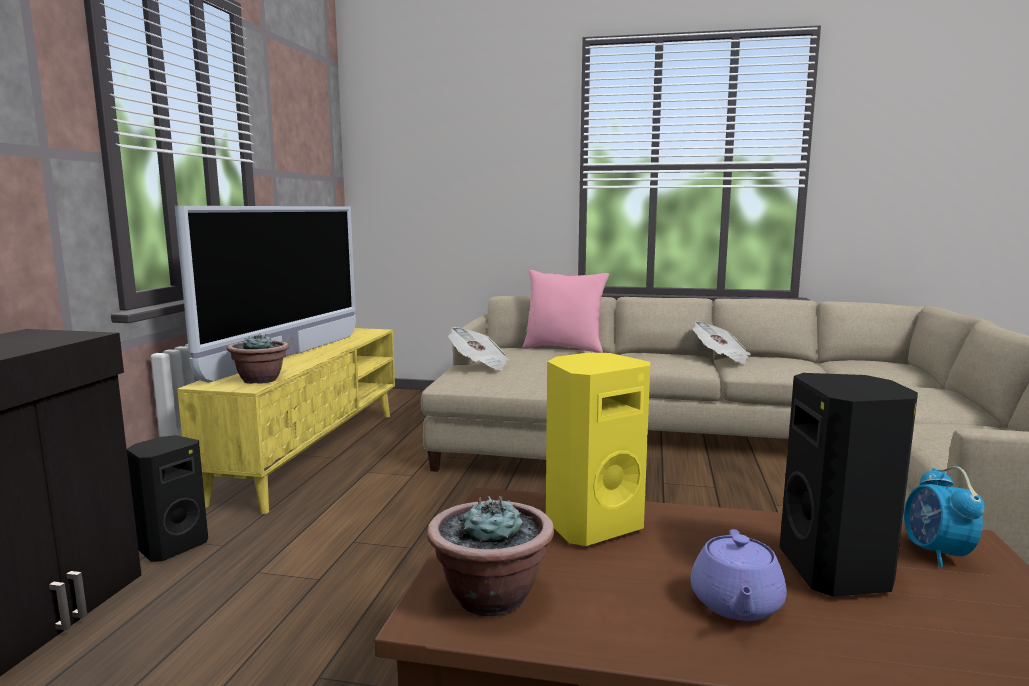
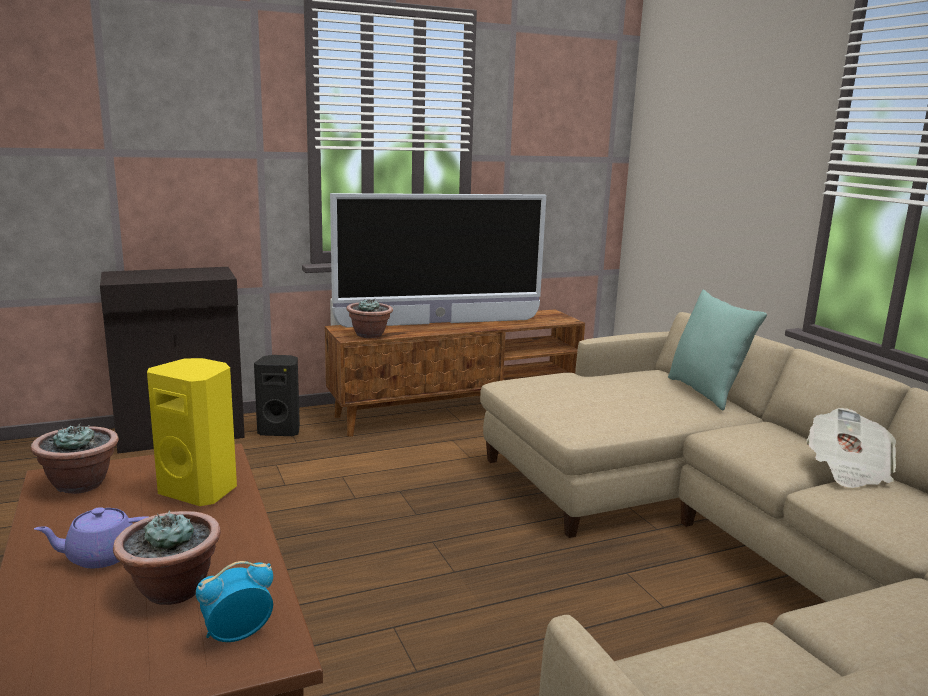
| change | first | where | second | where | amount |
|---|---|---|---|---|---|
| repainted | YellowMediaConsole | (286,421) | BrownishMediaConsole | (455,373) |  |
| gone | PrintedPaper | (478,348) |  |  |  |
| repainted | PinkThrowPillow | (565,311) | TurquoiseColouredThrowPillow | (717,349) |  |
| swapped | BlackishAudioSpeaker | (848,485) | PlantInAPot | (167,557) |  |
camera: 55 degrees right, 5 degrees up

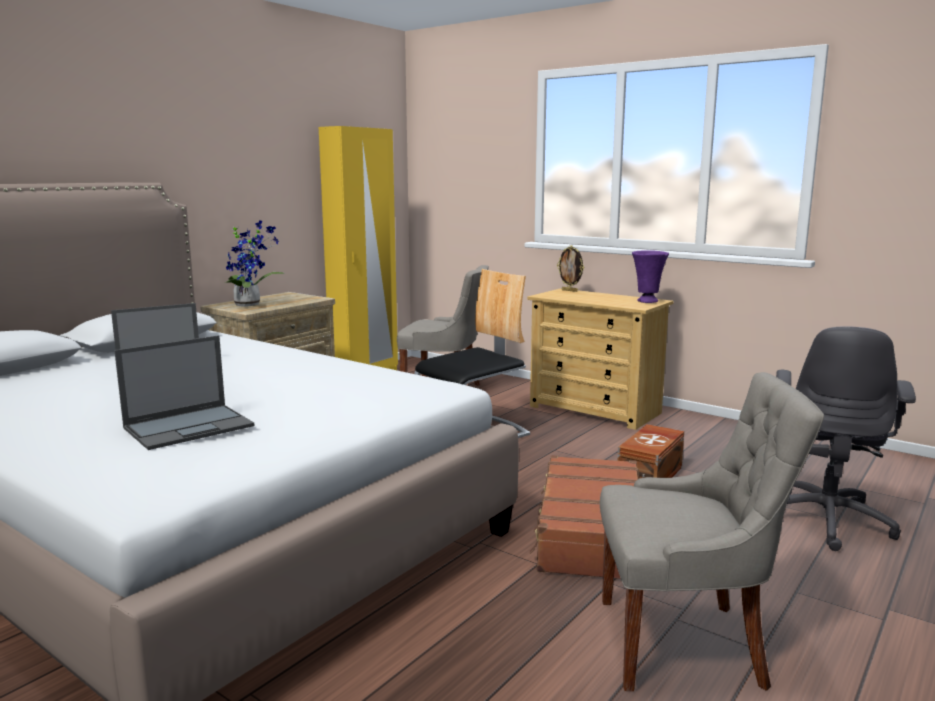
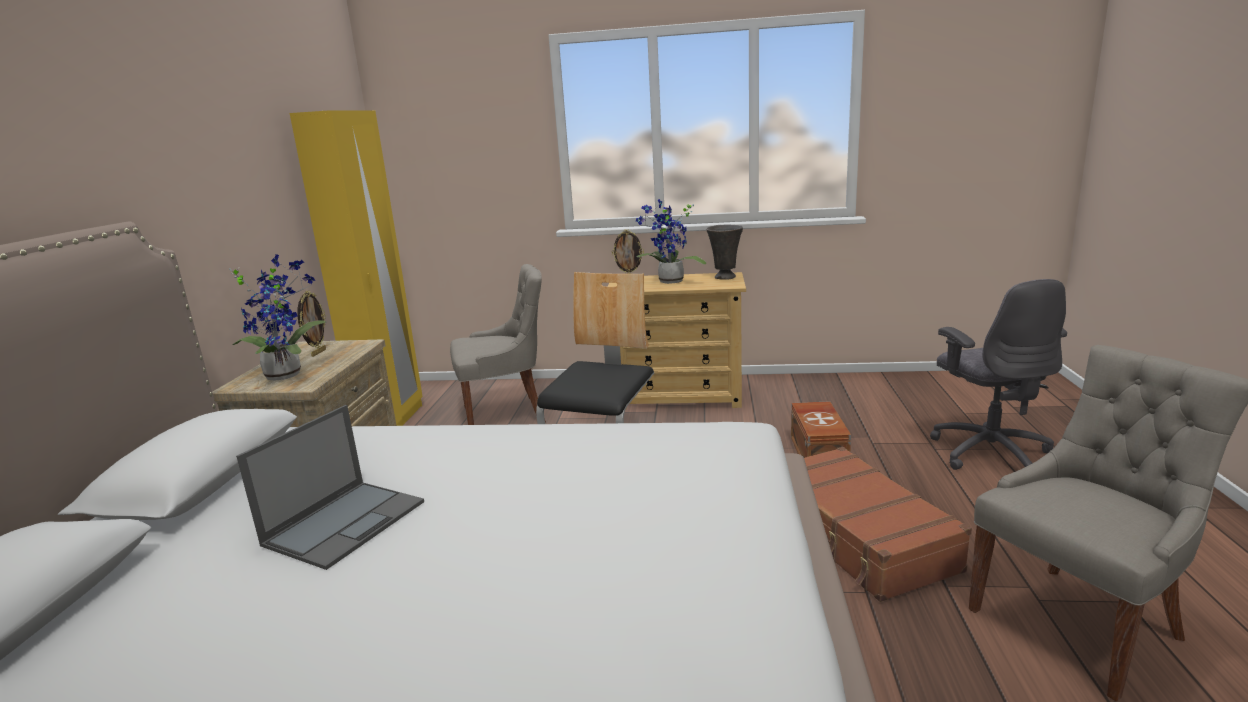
| change | first | where | second | where | amount |
|---|---|---|---|---|---|
| gone | PortableComputer | (184,392) |  |  |  |
| repainted | PurpleFlowerVase | (650,276) | GreyishFlowerVase | (724,252) |  |
| new |  |  | StandingFrame | (312,323) |  |
| new |  |  | PlantInAPot | (671,241) |  |
camera: 30 degrees left, 5 degrees up

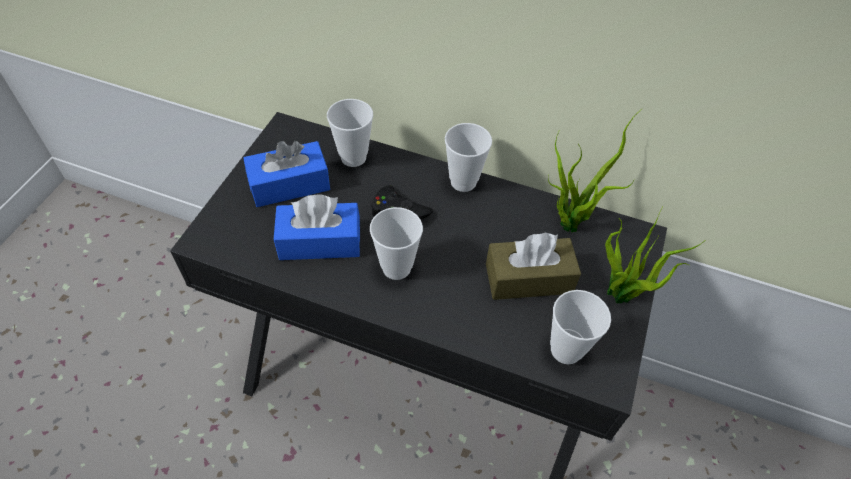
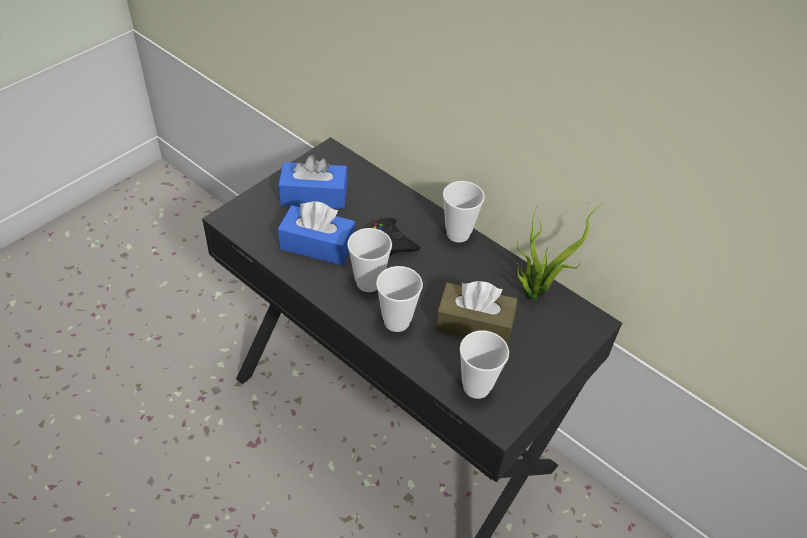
| change | first | where | second | where | amount |
|---|---|---|---|---|---|
| shifted | Cup | (350,133) |  | (399,299) |  |
| gone | PlantInAPot | (655,254) |  |  |  |
camera: 20 degrees right, 5 degrees down

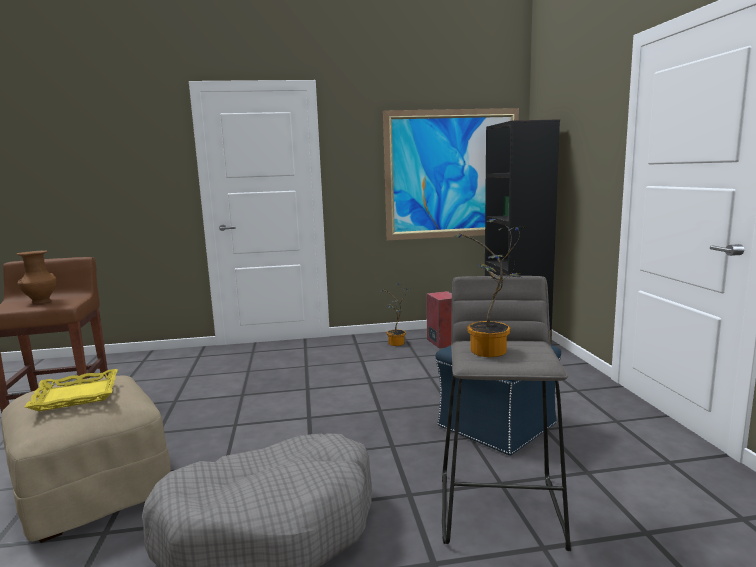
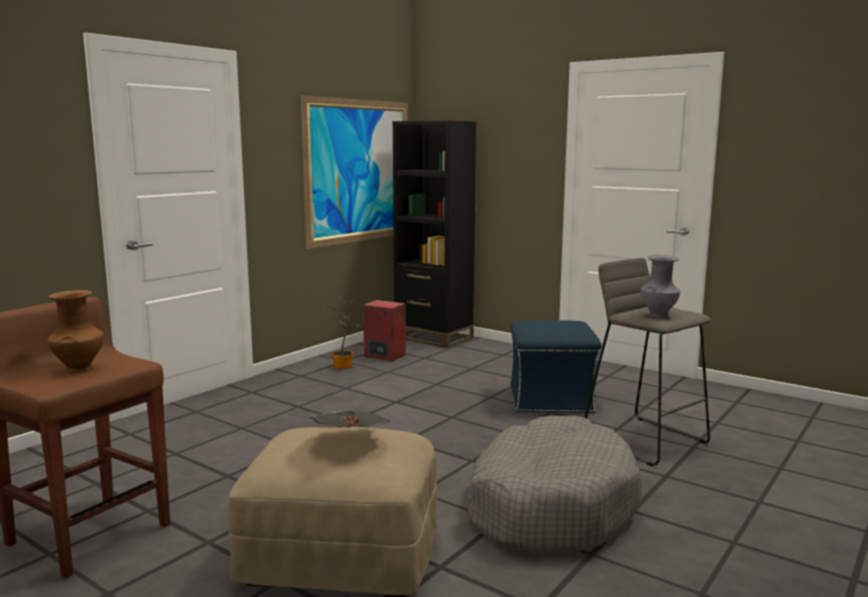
| change | first | where | second | where | amount |
|---|---|---|---|---|---|
| swapped | YellowTray | (71,390) | PrintedPaper | (347,419) |  |
| swapped | PlantInAPot | (489,288) | GreyishFlowerVase | (660,286) |  |
camera: 45 degrees left, 0 degrees up

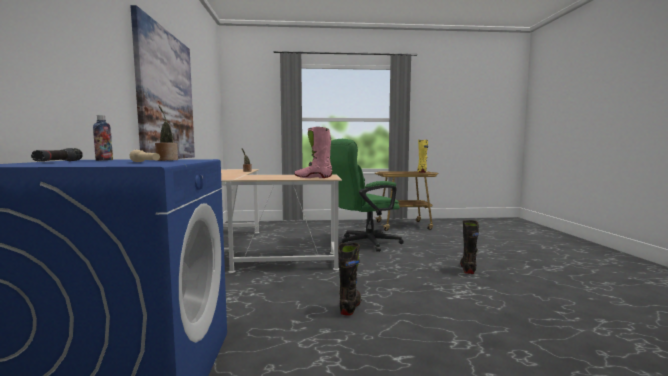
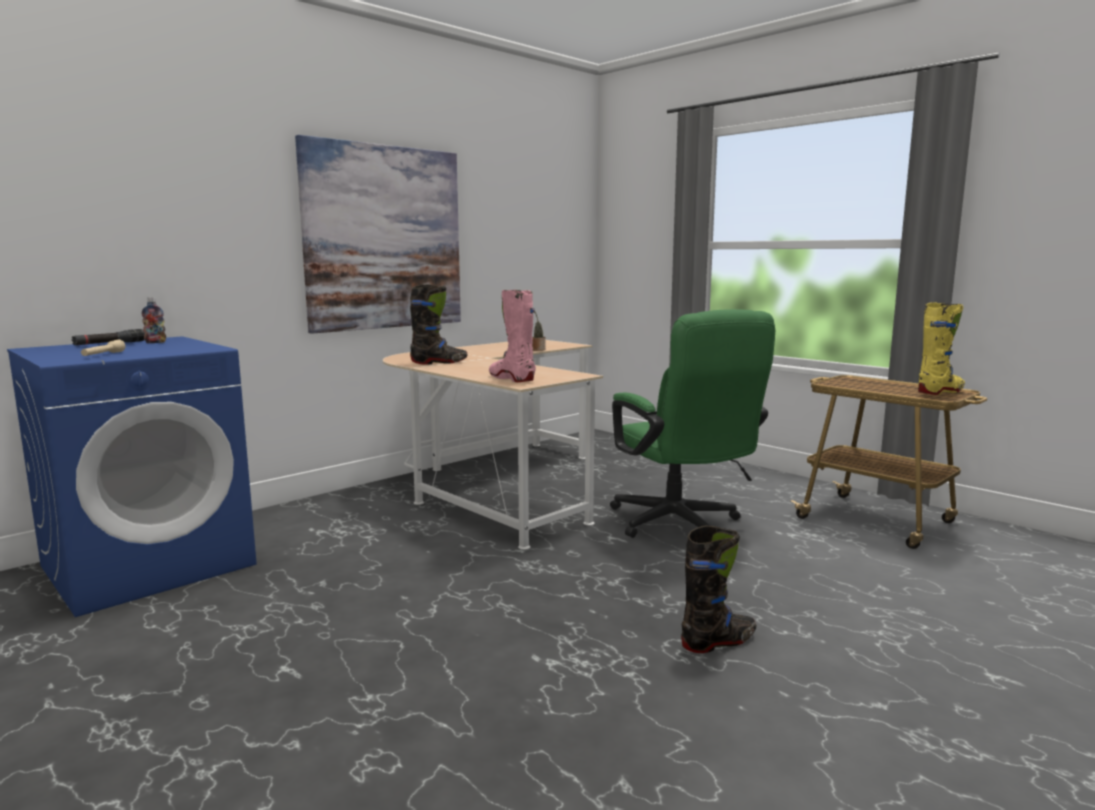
| change | first | where | second | where | amount |
|---|---|---|---|---|---|
| gone | PlantInAPot | (166,133) |  |  |  |
| rotated | GreenColouredDeskChair | (367,195) |  | (692,423) | 135 degrees counterclockwise |
| shifted | BlackishBoot | (350,279) |  | (439,324) |  |
camera: 50 degrees right, 5 degrees up

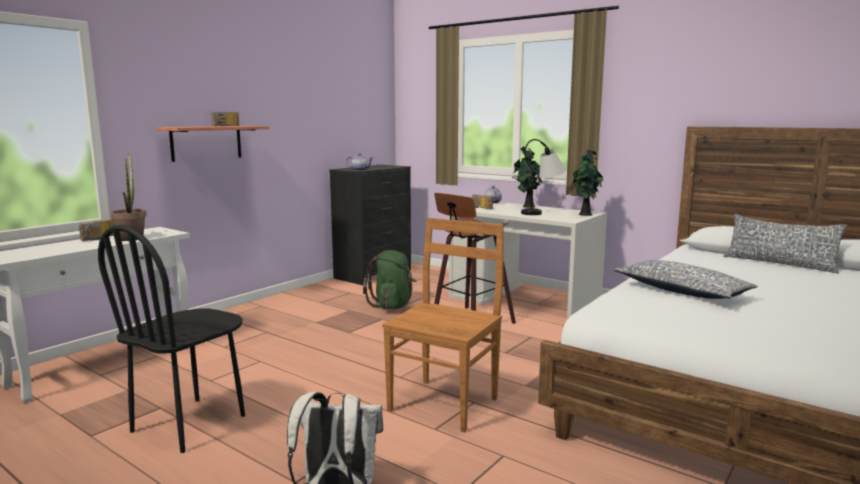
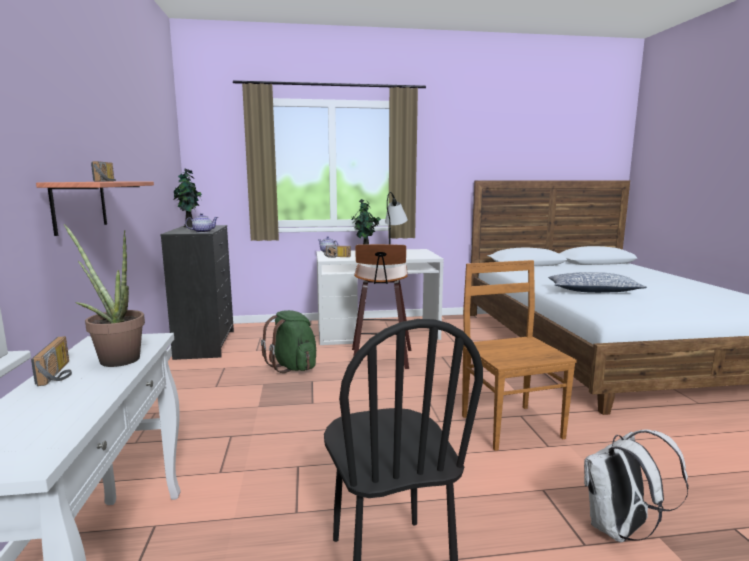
| change | first | where | second | where | amount |
|---|---|---|---|---|---|
| shifted | PlantInAPot | (588,183) |  | (188,198) |  |
| gone | ThrowPillow | (785,243) |  |  |  |
camera: 45 degrees left, 0 degrees up

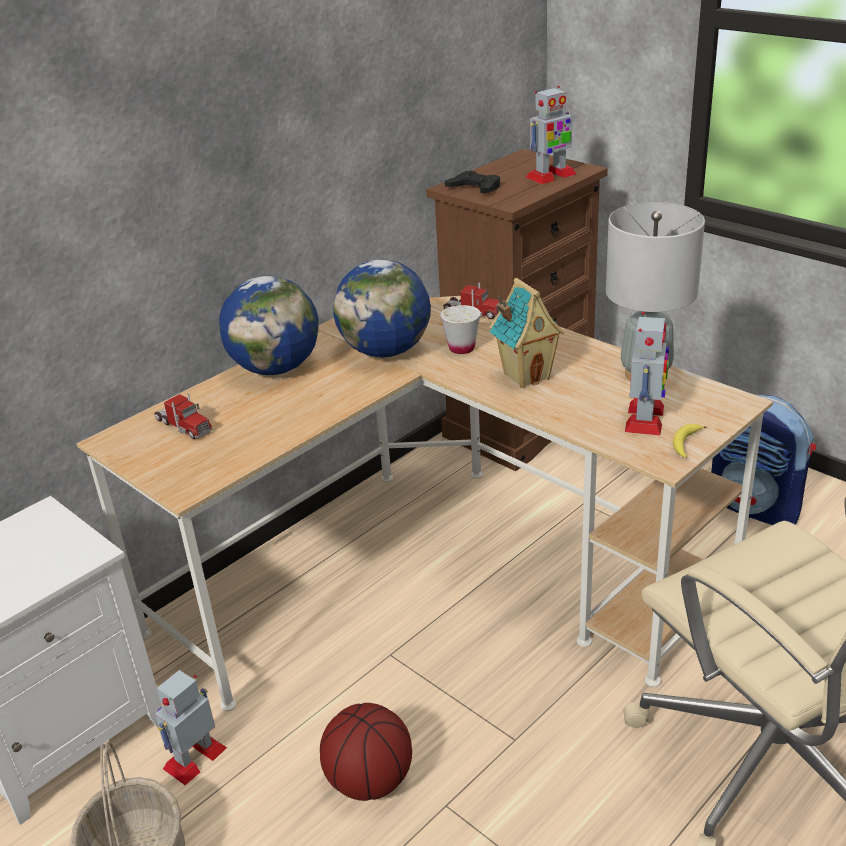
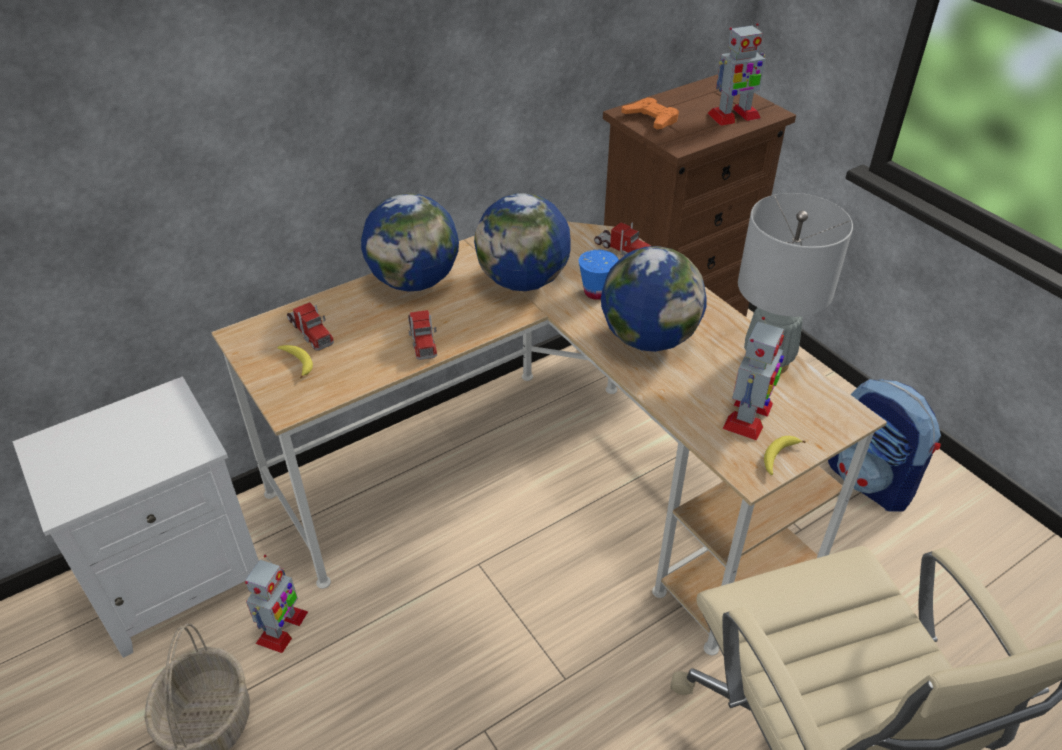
| change | first | where | second | where | amount |
|---|---|---|---|---|---|
| rotated | ModelRobot | (191,727) |  | (276,604) | 150 degrees clockwise |
| gone | BasketballBall | (366,752) |  |  |  |
| repainted | WhiteColouredCup | (460,329) | BlueCup | (599,275) |  |
| repainted | BlackishJoypad | (472,182) | OrangeyJoypad | (650,113) |  |
| swapped | MiniatureHouse | (526,333) | Globe | (654,299) |  |
| new |  |  | WholeBanana | (295,362) |  |
| new |  |  | ToyTruck | (422,335) |  |
camera: 10 degrees right, 10 degrees up

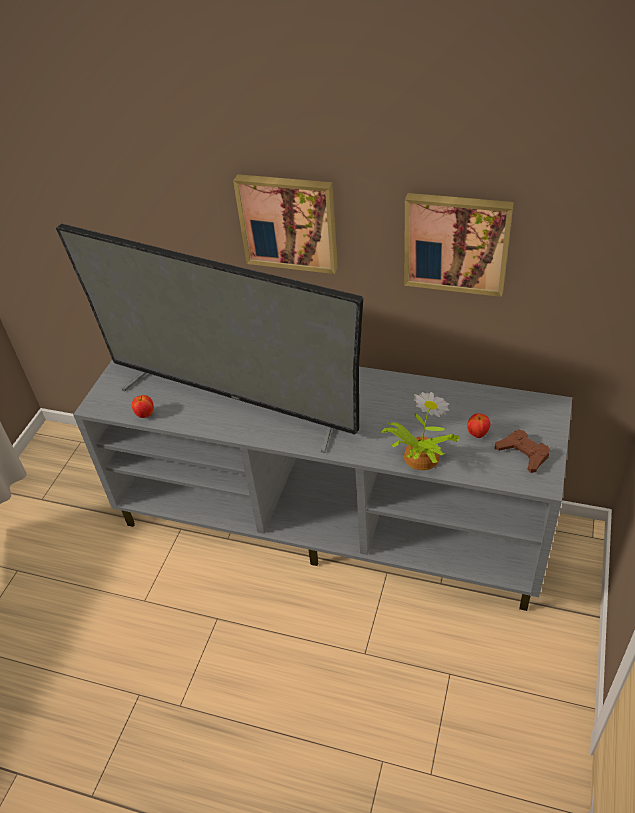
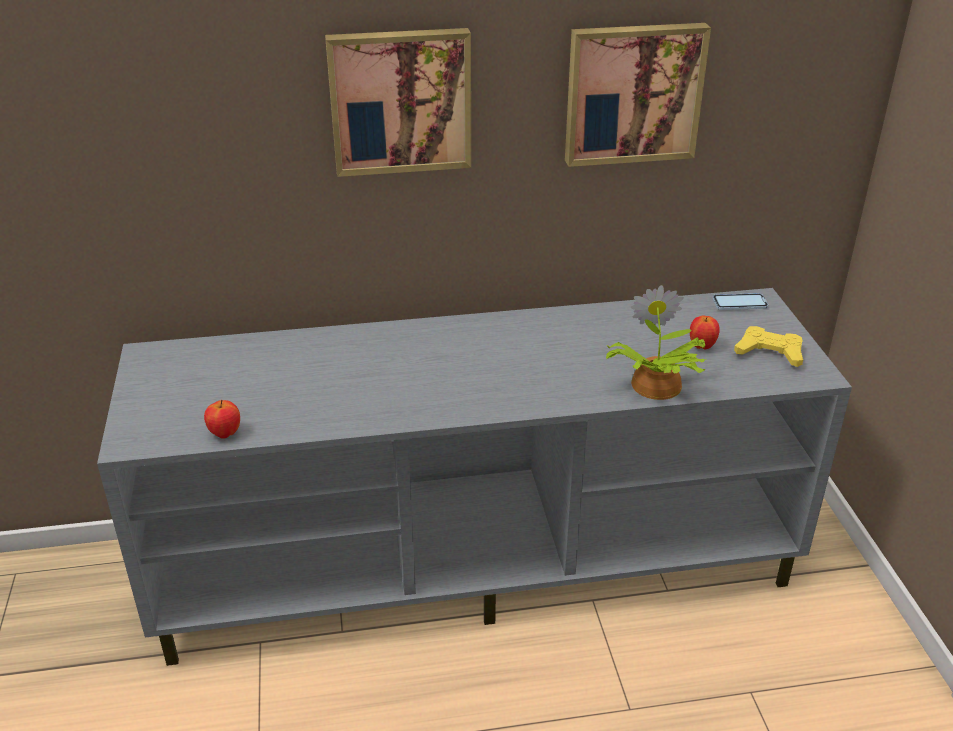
| change | first | where | second | where | amount |
|---|---|---|---|---|---|
| gone | TvSet | (209,338) |  |  |  |
| repainted | BrownishJoypad | (522,451) | YellowJoypad | (768,346) |  |
| new |  |  | Handset | (740,301) |  |
camera: 30 degrees left, 10 degrees down

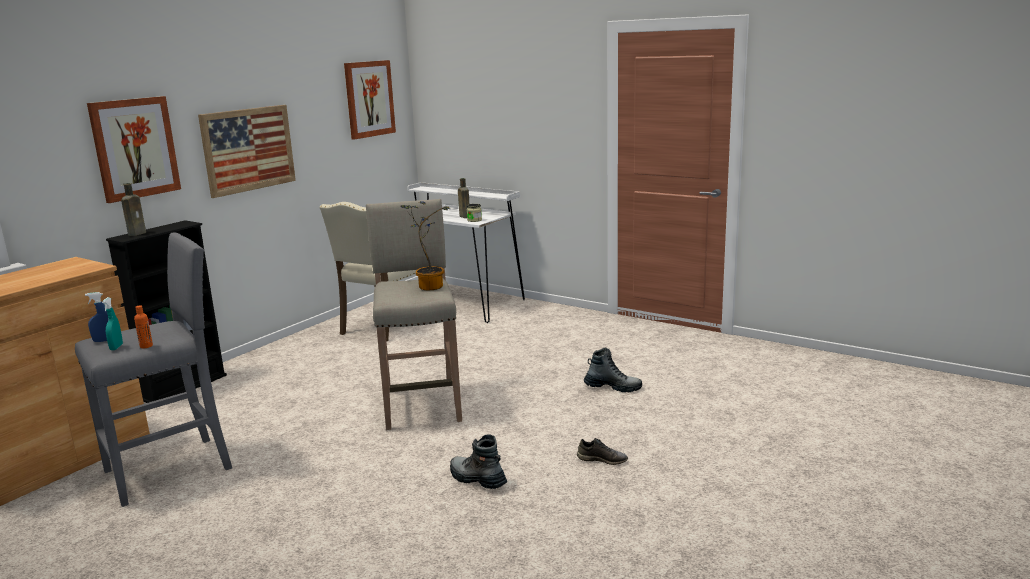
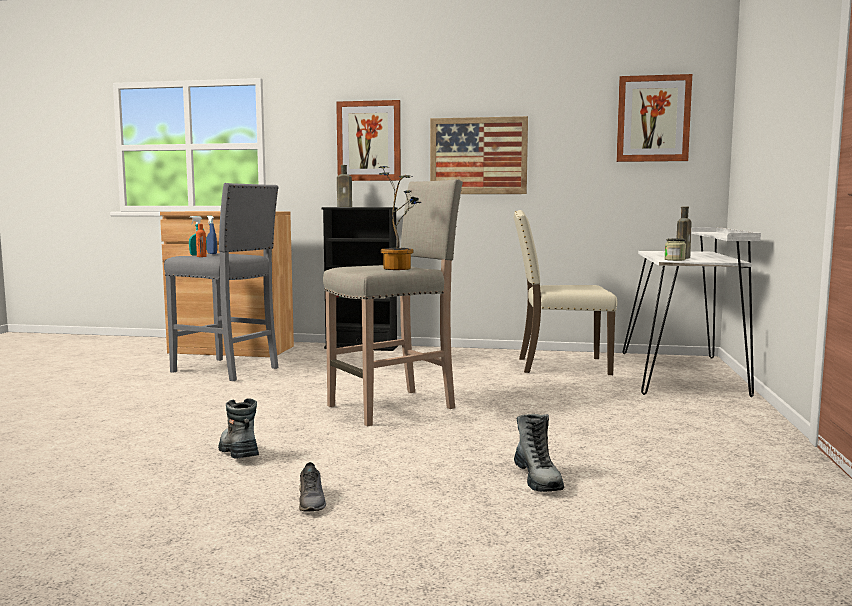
| change | first | where | second | where | amount |
|---|---|---|---|---|---|
| rotated | Boot | (478,462) |  | (238,428) | 45 degrees counterclockwise |
camera: 65 degrees right, 10 degrees down

